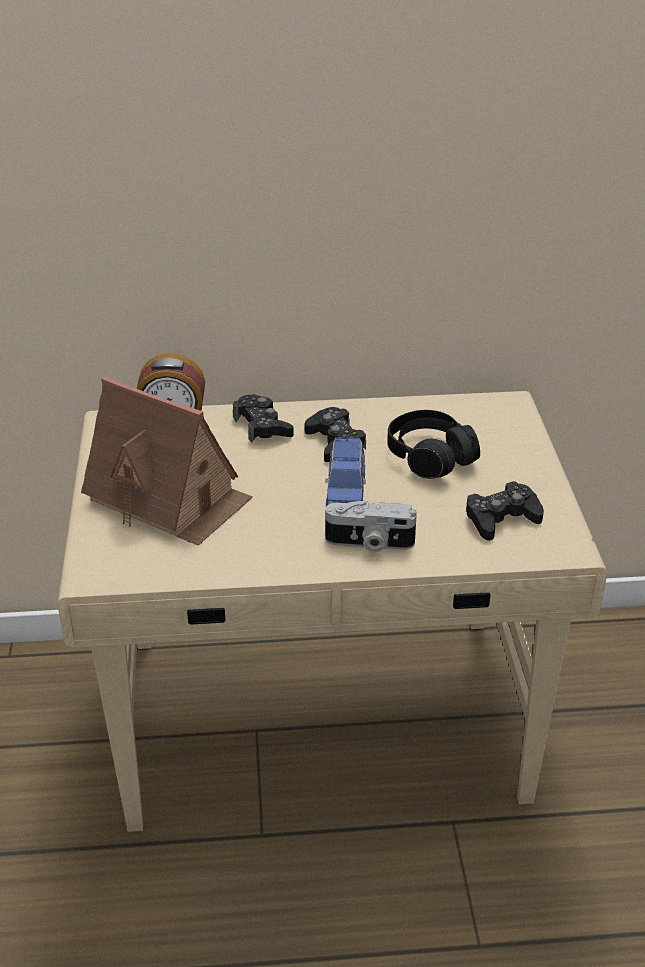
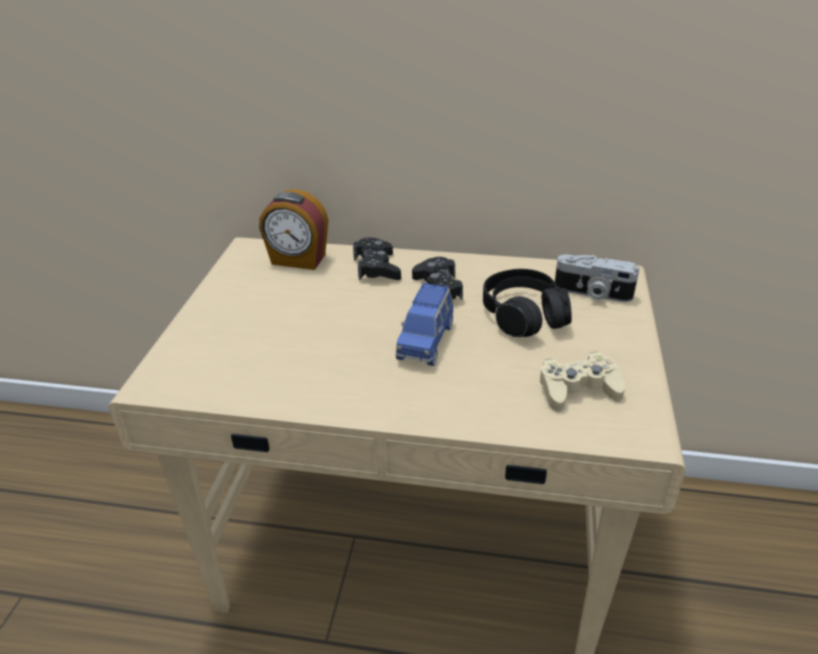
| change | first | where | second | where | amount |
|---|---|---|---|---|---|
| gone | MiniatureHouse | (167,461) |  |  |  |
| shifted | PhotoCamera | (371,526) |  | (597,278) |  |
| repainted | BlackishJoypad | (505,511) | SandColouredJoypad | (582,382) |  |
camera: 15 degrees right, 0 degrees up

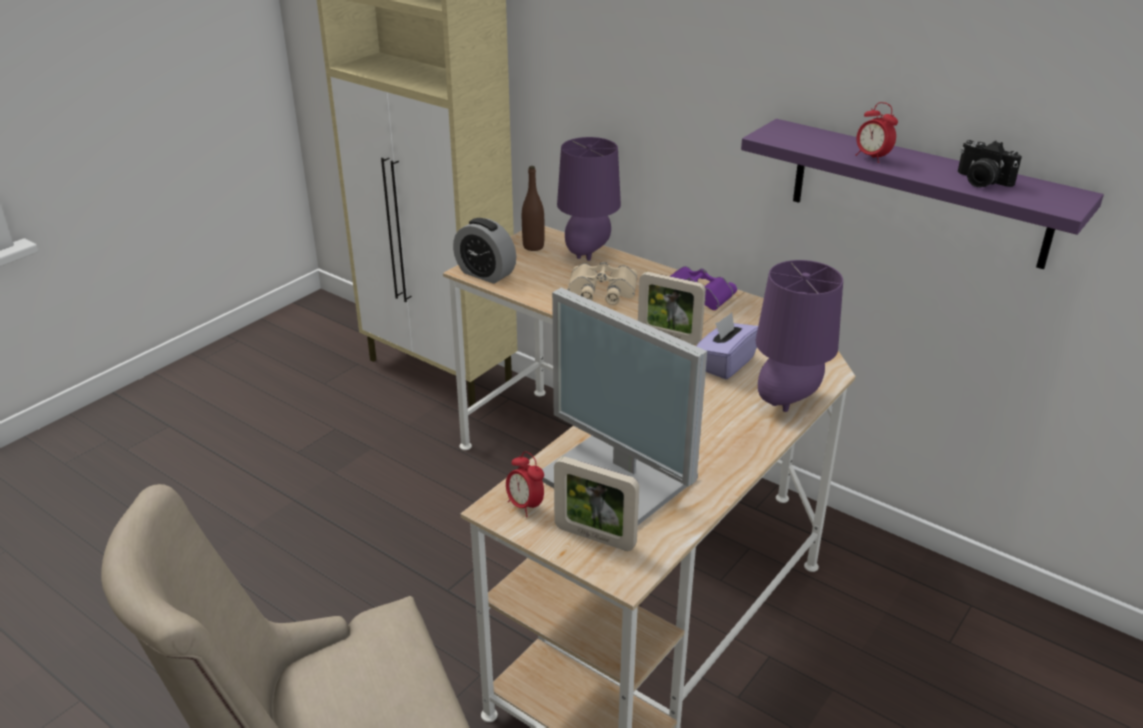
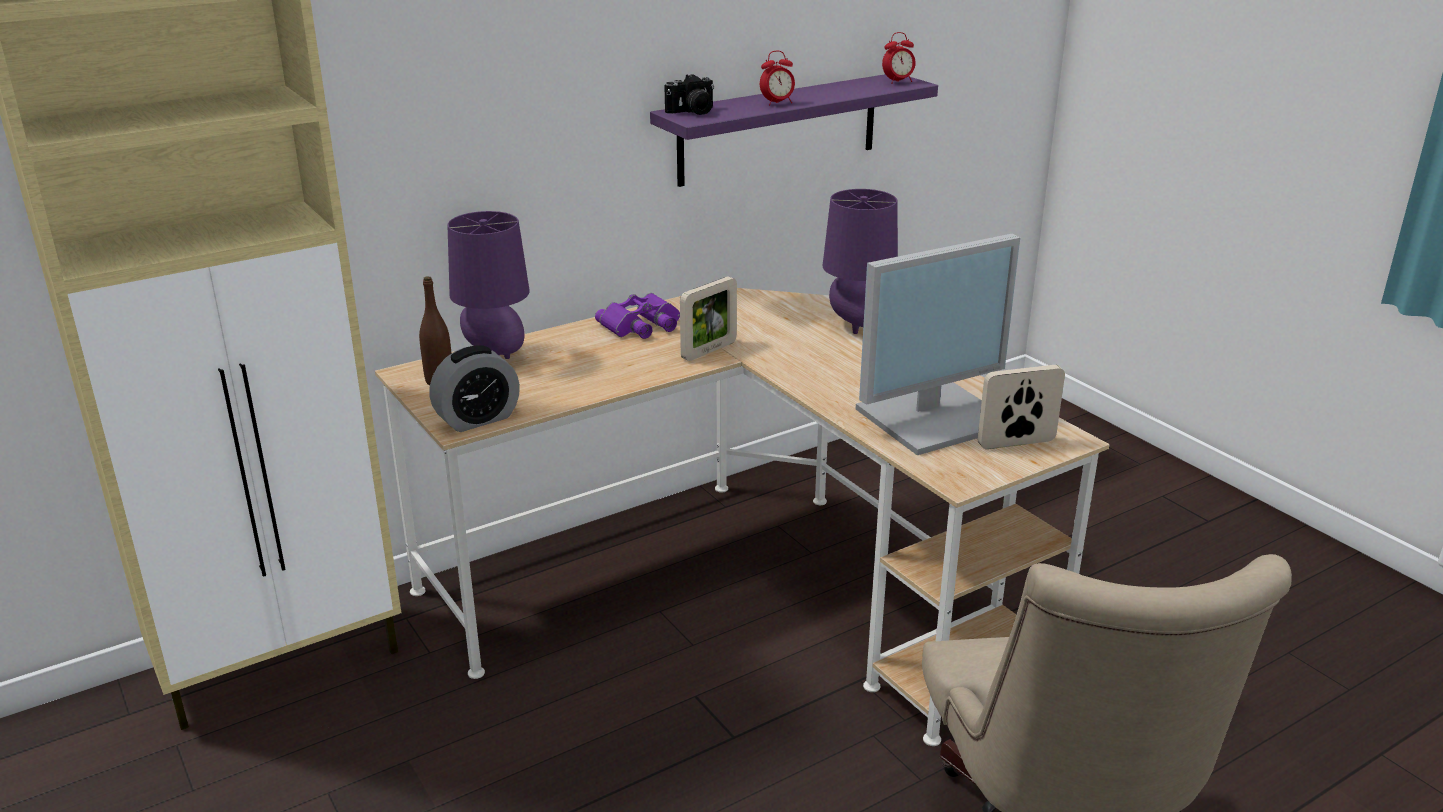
| change | first | where | second | where | amount |
|---|---|---|---|---|---|
| shifted | AlarmClock | (525,484) |  | (899,58) |  |
| rotated | StandingFrame | (596,503) |  | (1021,407) | 150 degrees counterclockwise |
| gone | SandColouredBinoculars | (602,283) |  |  |  |
| gone | PurpleBoxOfTissues | (727,345) |  |  |  |
| shifted | PhotoCamera | (990,163) |  | (689,94) |  |
camera: 70 degrees left, 5 degrees down

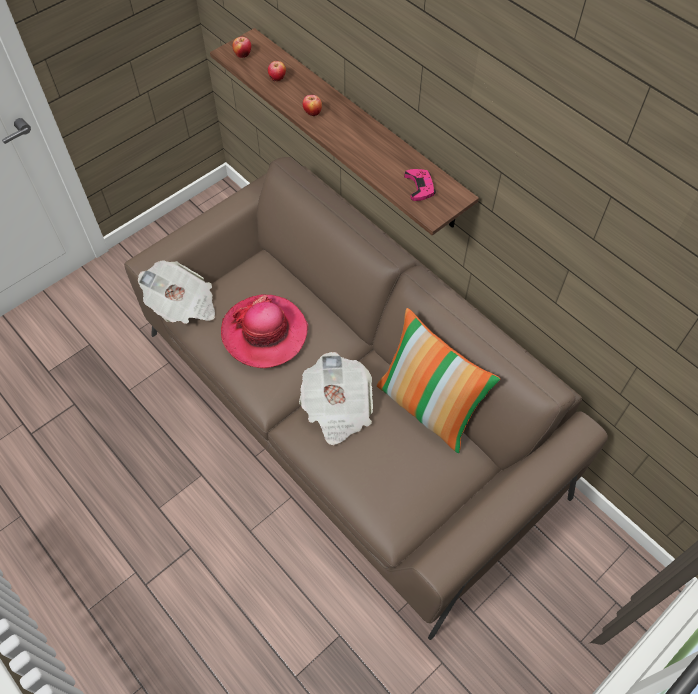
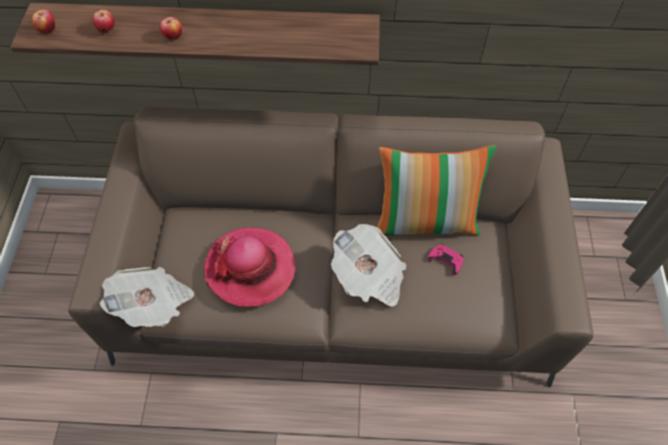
| change | first | where | second | where | amount |
|---|---|---|---|---|---|
| shifted | PinkJoypad | (420,185) |  | (446,259) |  |
camera: 45 degrees left, 0 degrees up

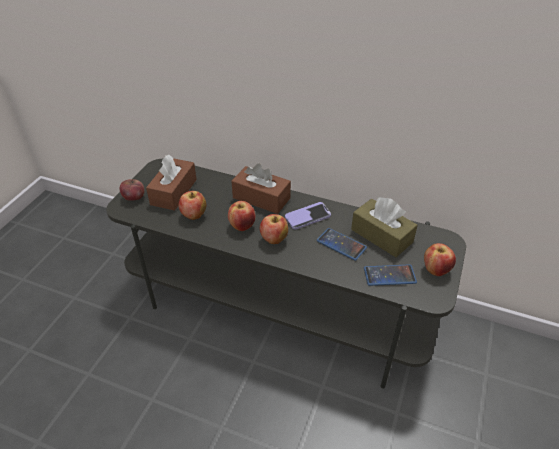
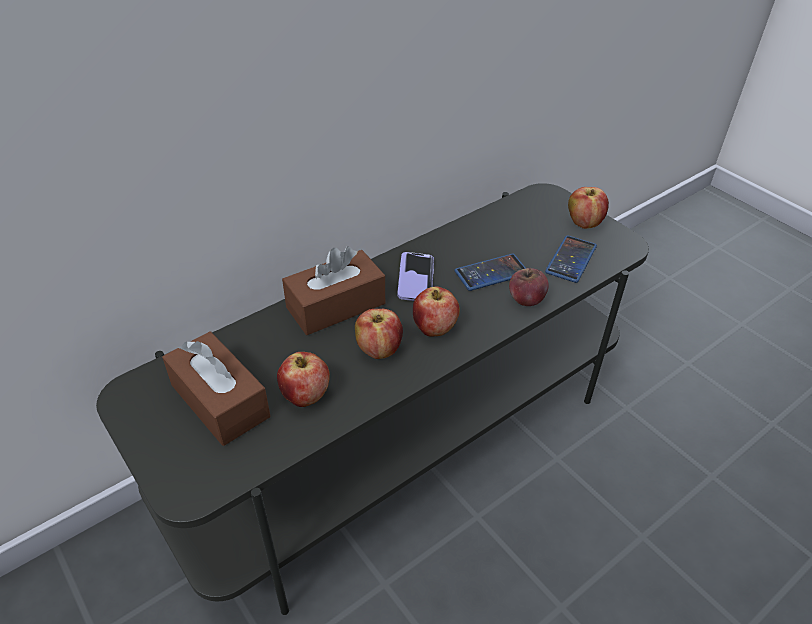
| change | first | where | second | where | amount |
|---|---|---|---|---|---|
| shifted | Apple | (132,190) |  | (529,286) |  |
| gone | BrownishBoxOfTissues | (384,227) |  |  |  |
camera: 60 degrees left, 0 degrees up

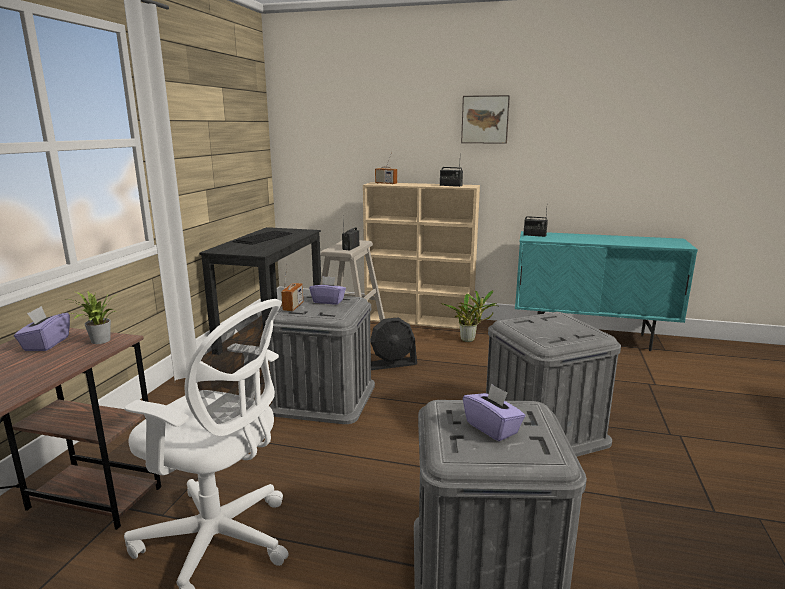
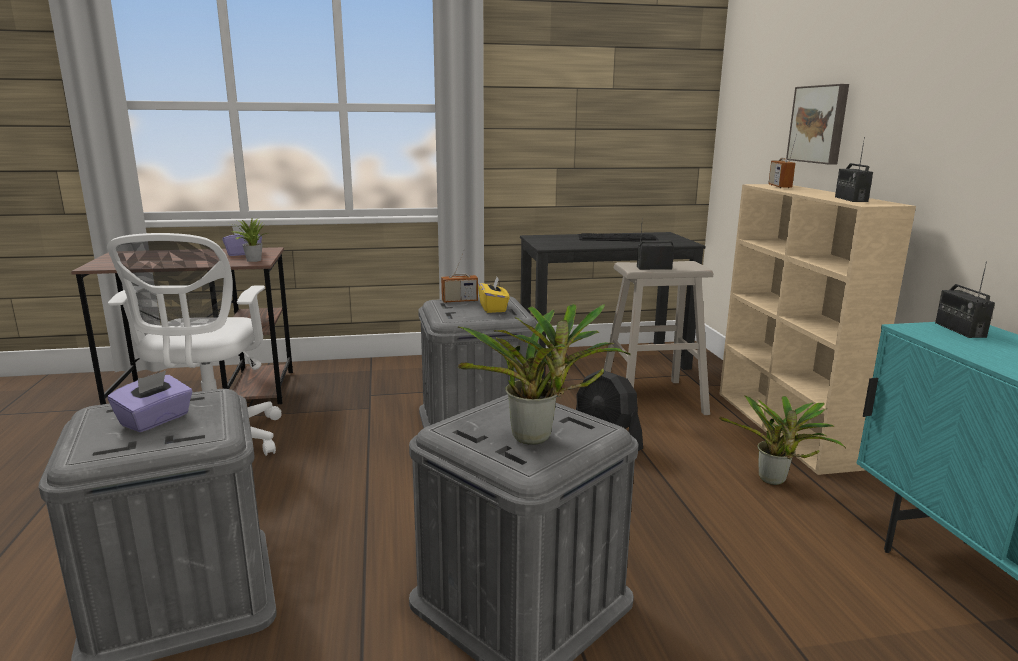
| change | first | where | second | where | amount |
|---|---|---|---|---|---|
| repainted | PurpleBoxOfTissues | (327,290) | YellowBoxOfTissues | (494,295) |  |
| shifted | WallPicture | (485,119) |  | (817,124) |  |
| new |  |  | PlantInAPot | (544,374) |  |
camera: 65 degrees right, 0 degrees up

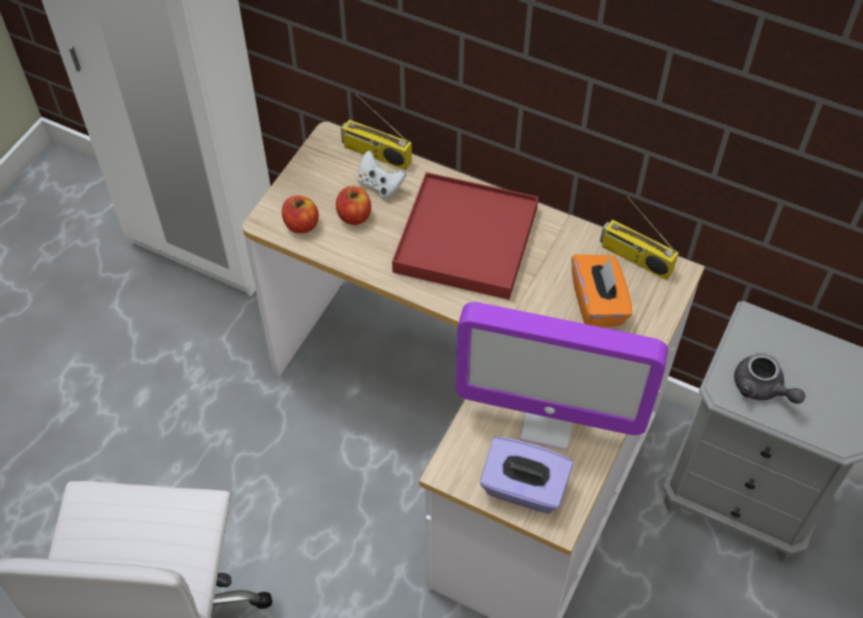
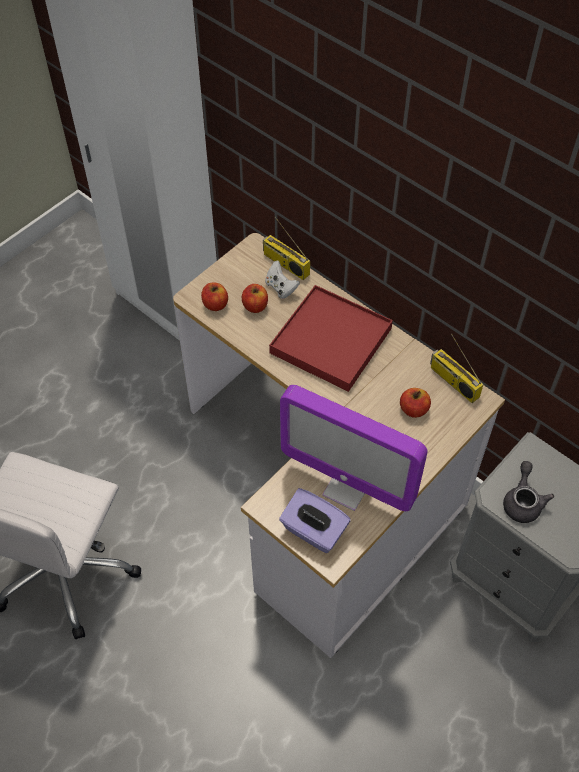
| change | first | where | second | where | amount |
|---|---|---|---|---|---|
| swapped | OrangeyBoxOfTissues | (602,291) | Apple | (415,403) |  |
| rotated | GreyishPotForTea | (769,378) |  | (528,492) | 150 degrees counterclockwise |
camera: 15 degrees right, 0 degrees up

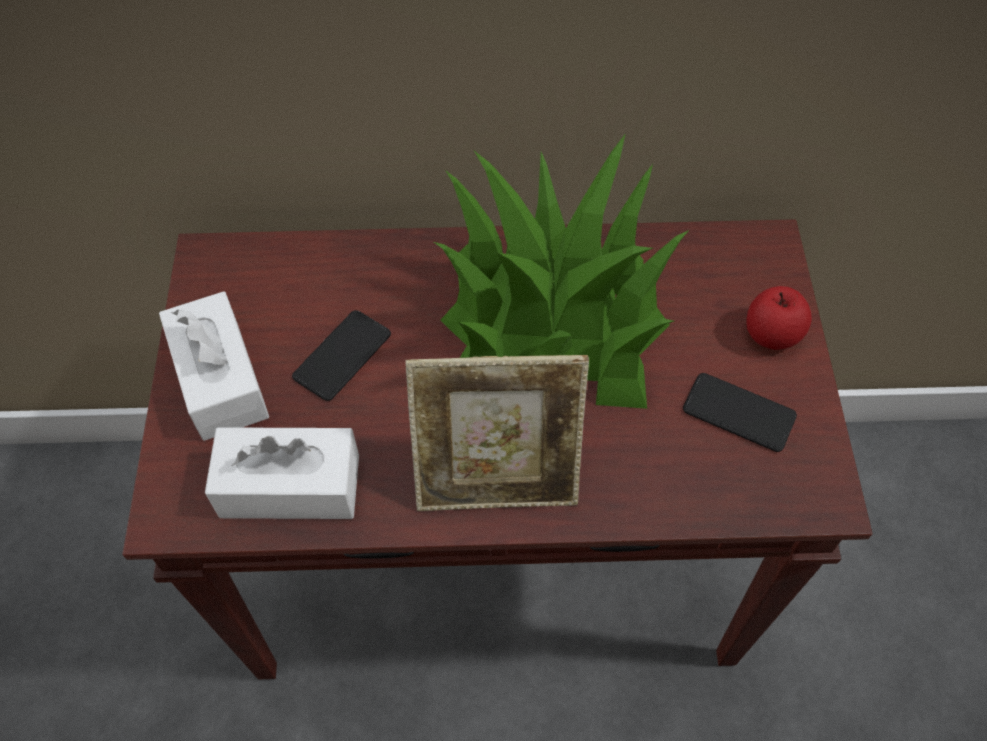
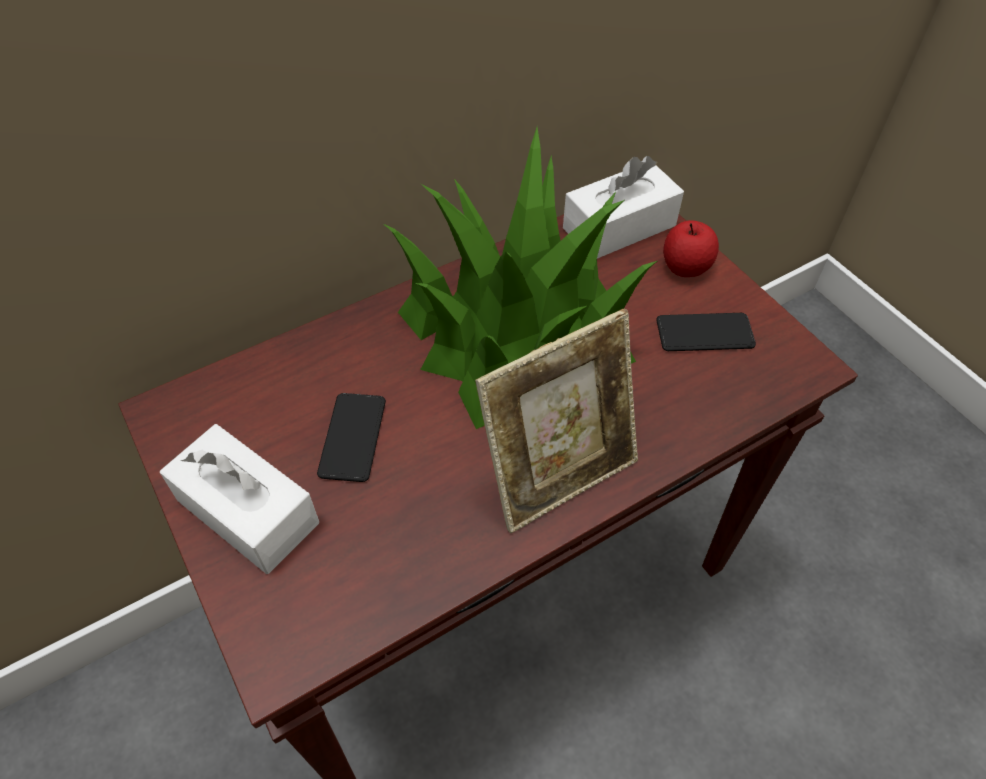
| change | first | where | second | where | amount |
|---|---|---|---|---|---|
| shifted | WhiteColouredBoxOfTissues | (282,473) |  | (623,207) |  |
camera: 30 degrees left, 5 degrees down

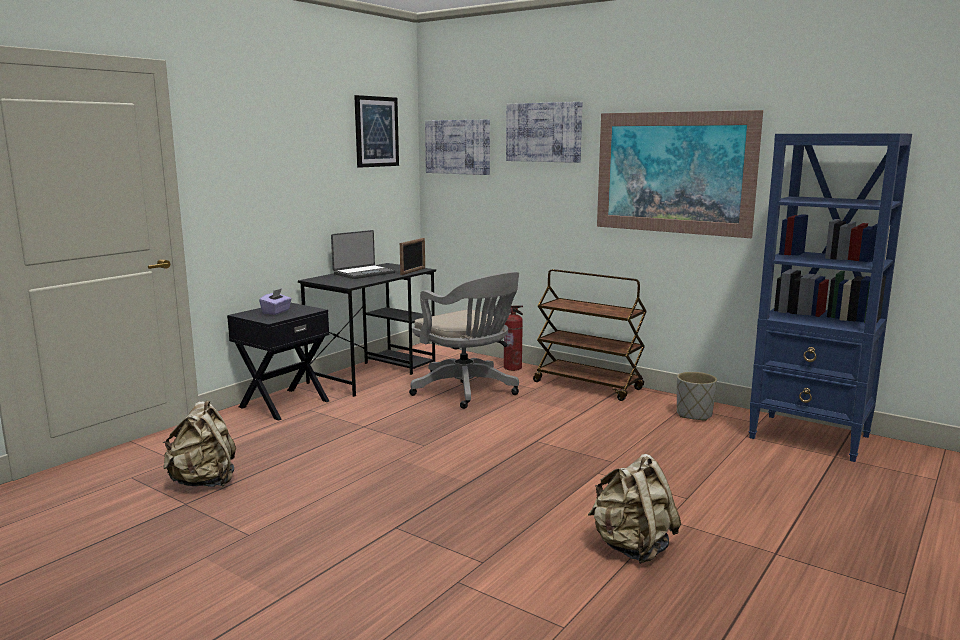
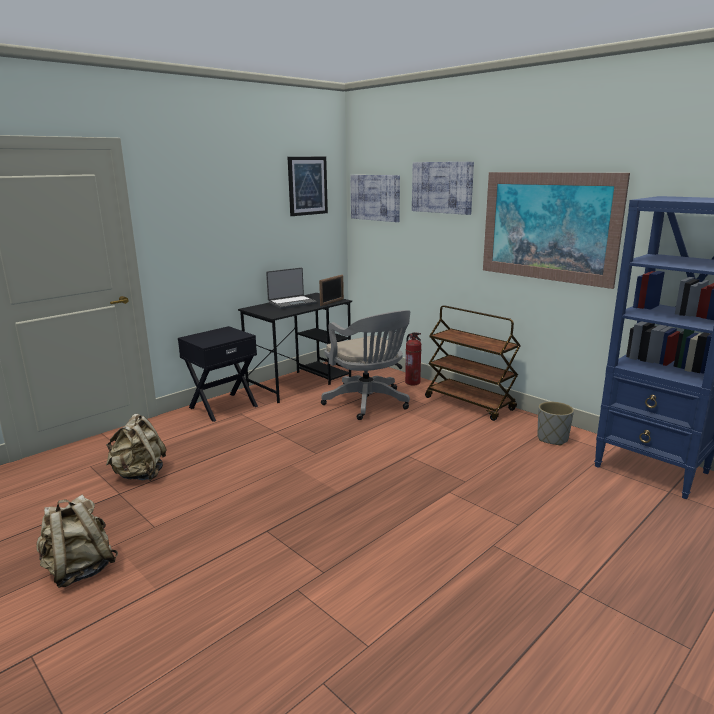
| change | first | where | second | where | amount |
|---|---|---|---|---|---|
| gone | PurpleBoxOfTissues | (275,302) |  |  |  |
| shifted | SandColouredRucksack | (634,509) |  | (77,541) |  |
camera: 10 degrees right, 5 degrees up

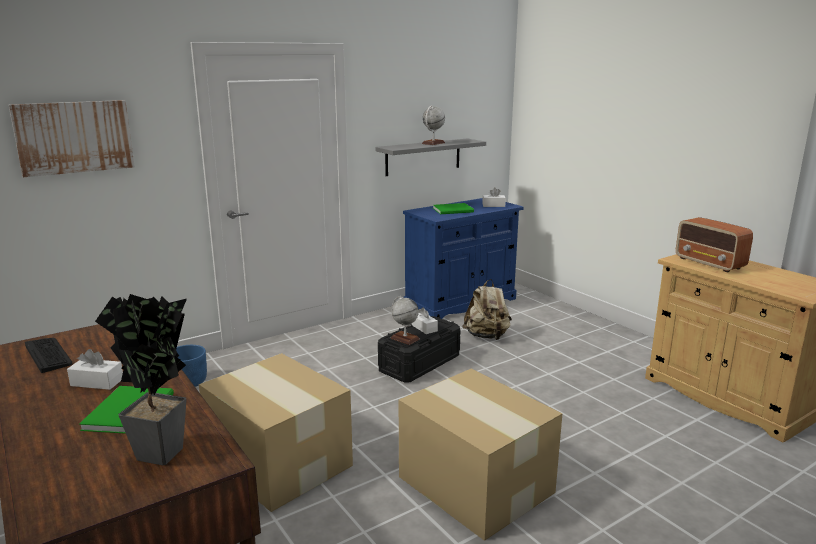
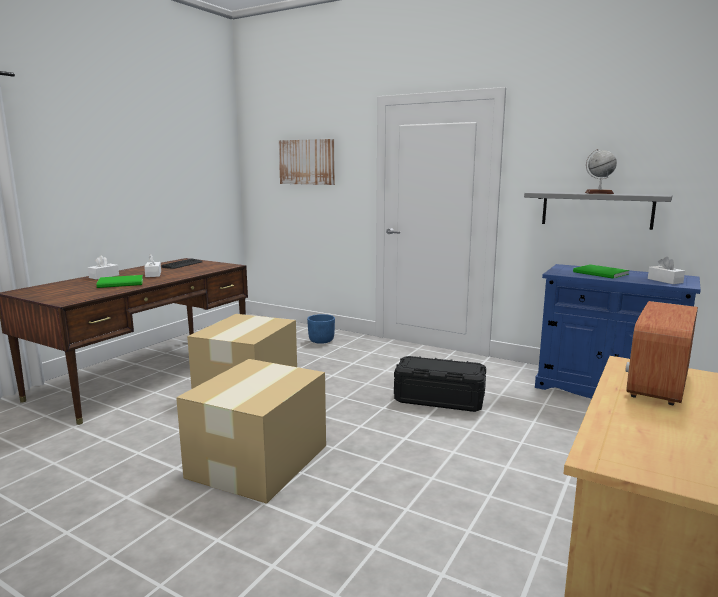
| change | first | where | second | where | amount |
|---|---|---|---|---|---|
| gone | PlantInAPot | (141,379) |  |  |  |
| gone | Globe | (405,320) |  |  |  |
| shifted | WhiteColouredBoxOfTissues | (425,320) |  | (103,267) |  |
| gone | SandColouredRucksack | (487,309) |  |  |  |
camera: 65 degrees right, 5 degrees down

